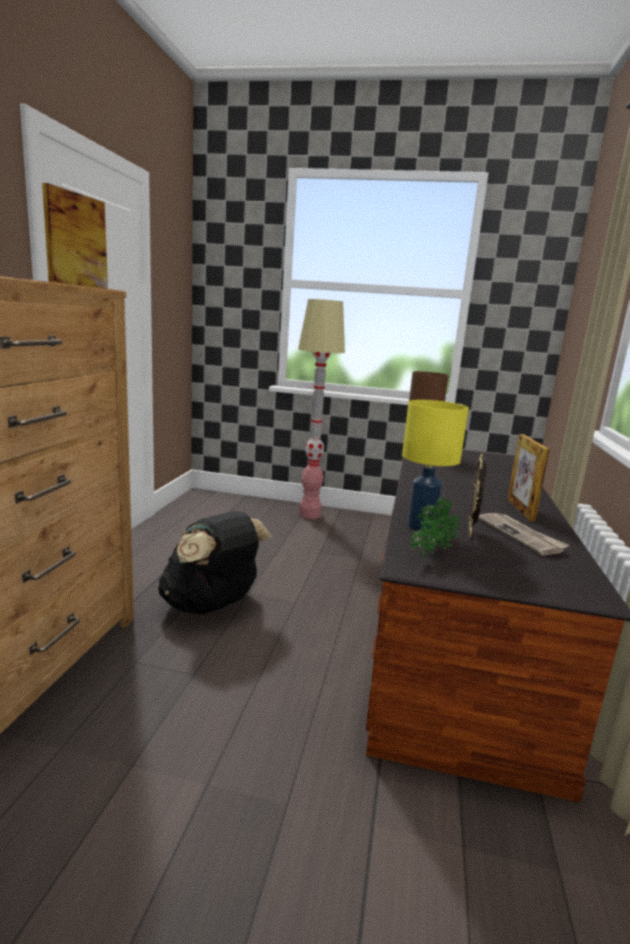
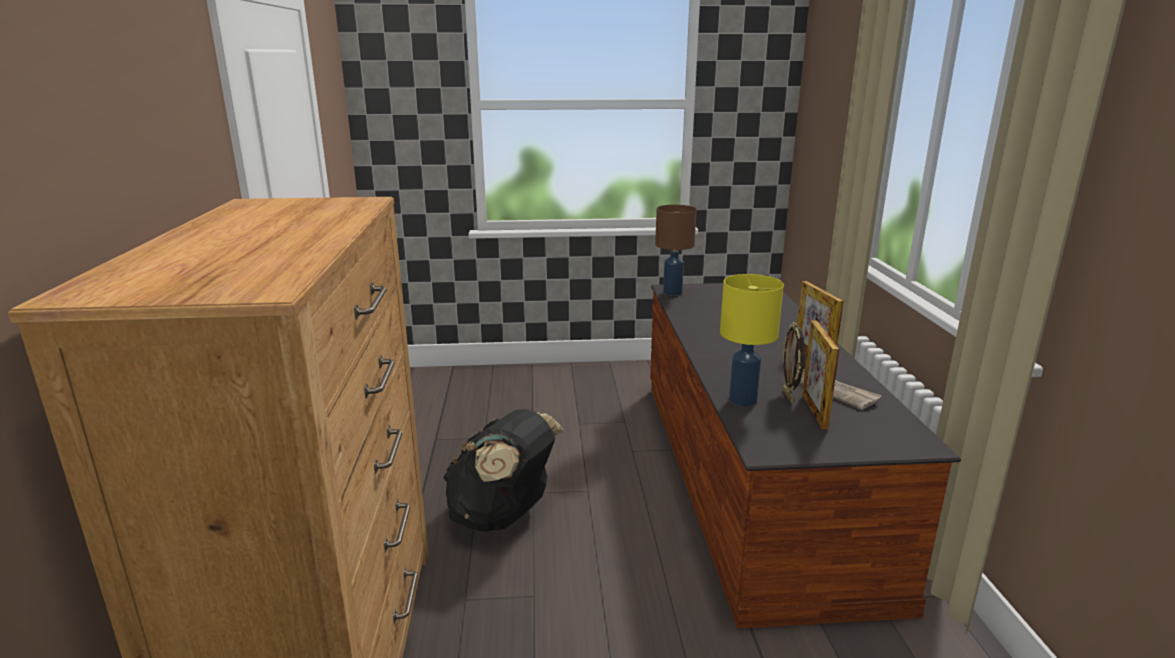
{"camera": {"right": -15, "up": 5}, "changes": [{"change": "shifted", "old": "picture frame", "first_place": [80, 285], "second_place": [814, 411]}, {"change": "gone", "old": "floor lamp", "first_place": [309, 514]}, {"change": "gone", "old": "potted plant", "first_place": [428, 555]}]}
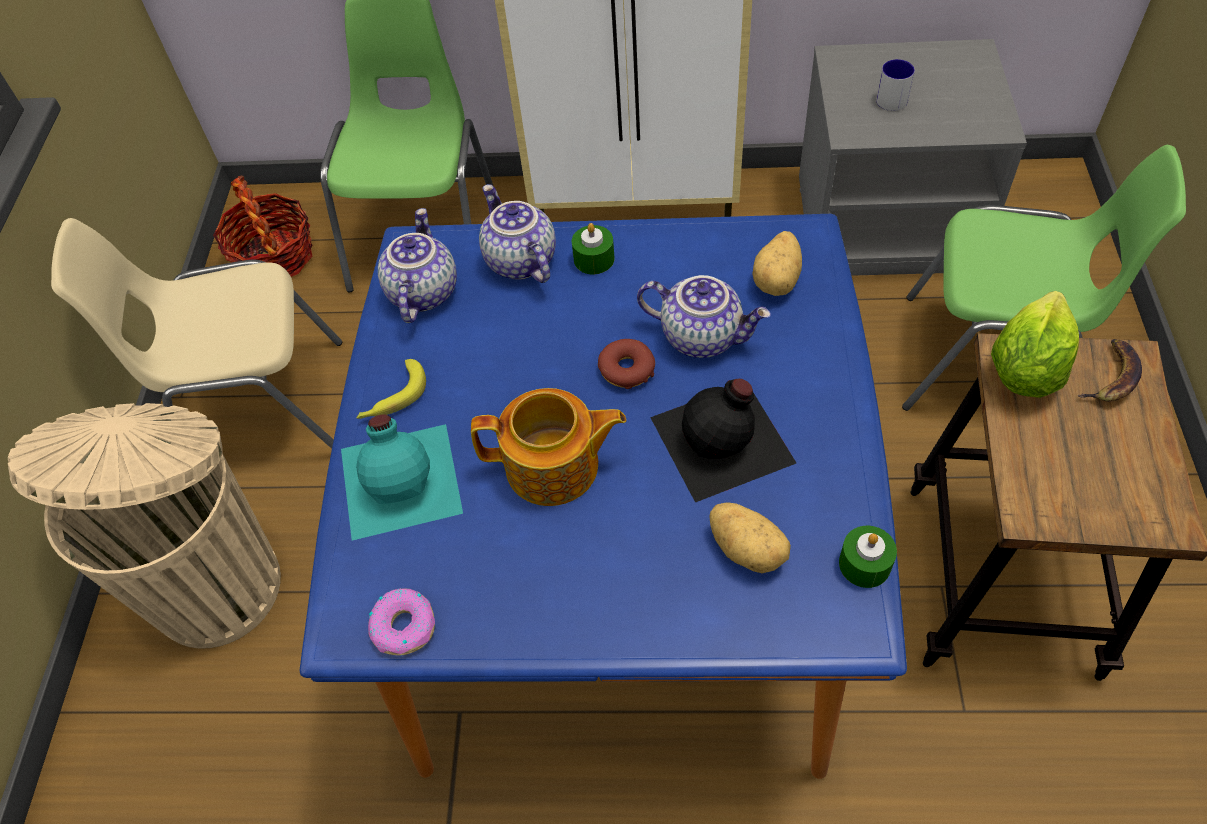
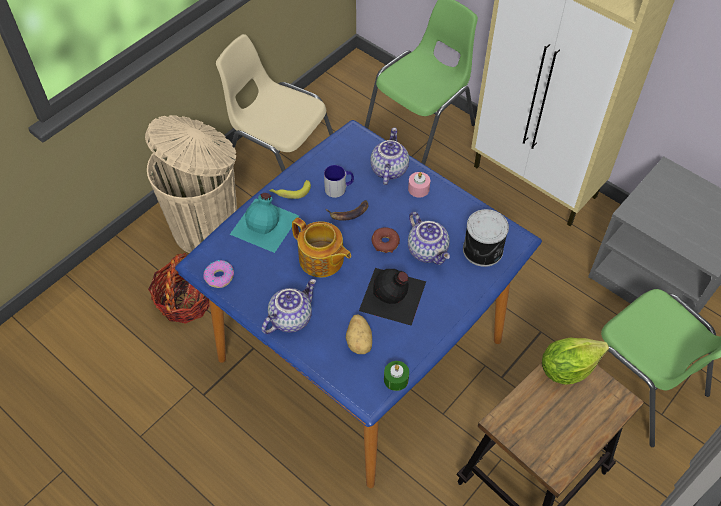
{"camera": {"right": 35, "up": 0}, "changes": [{"change": "shifted", "old": "mug", "first_place": [894, 97], "second_place": [339, 188]}, {"change": "shifted", "old": "basket", "first_place": [274, 256], "second_place": [185, 300]}, {"change": "shifted", "old": "teapot", "first_place": [421, 292], "second_place": [290, 318]}, {"change": "repainted", "old": "green candle", "new": "pink candle", "first_place": [594, 259], "second_place": [418, 189]}, {"change": "swapped", "old": "potato", "new": "can", "first_place": [778, 280], "second_place": [483, 250]}, {"change": "shifted", "old": "banana", "first_place": [1112, 376], "second_place": [349, 212]}]}
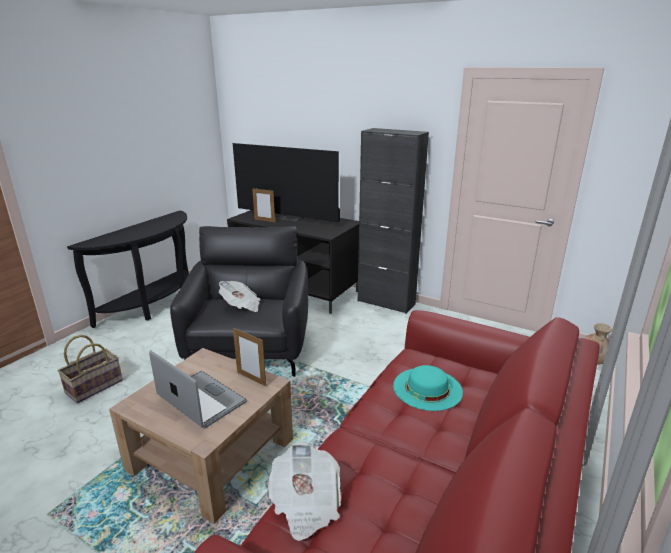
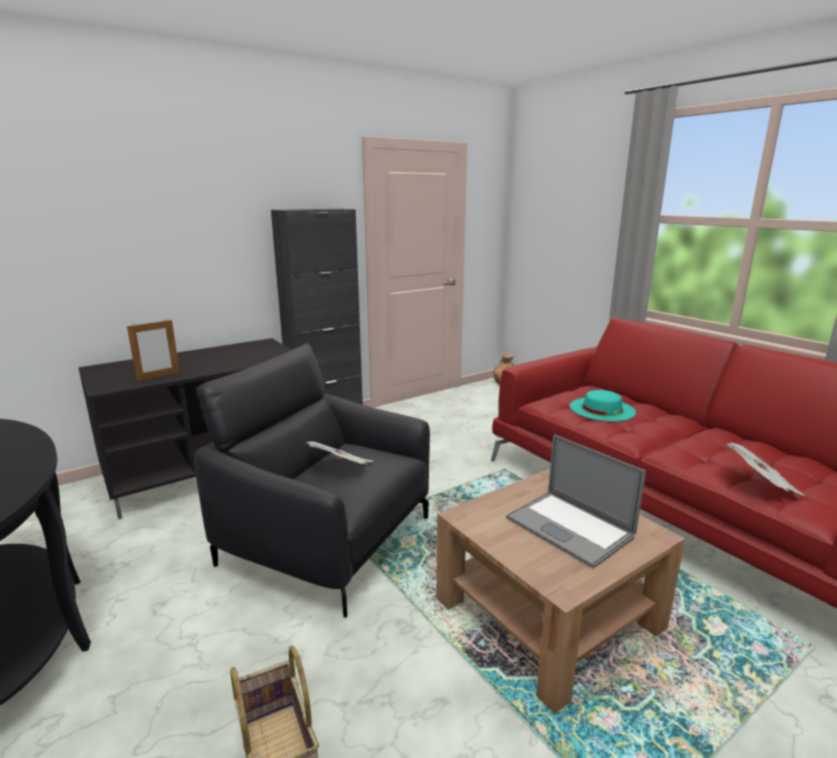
{"camera": {"right": -65, "up": -5}, "changes": [{"change": "gone", "old": "television", "first_place": [290, 218]}, {"change": "gone", "old": "picture frame", "first_place": [251, 379]}, {"change": "rotated", "old": "laptop", "first_place": [201, 399], "second_place": [569, 527], "degrees": -105}]}
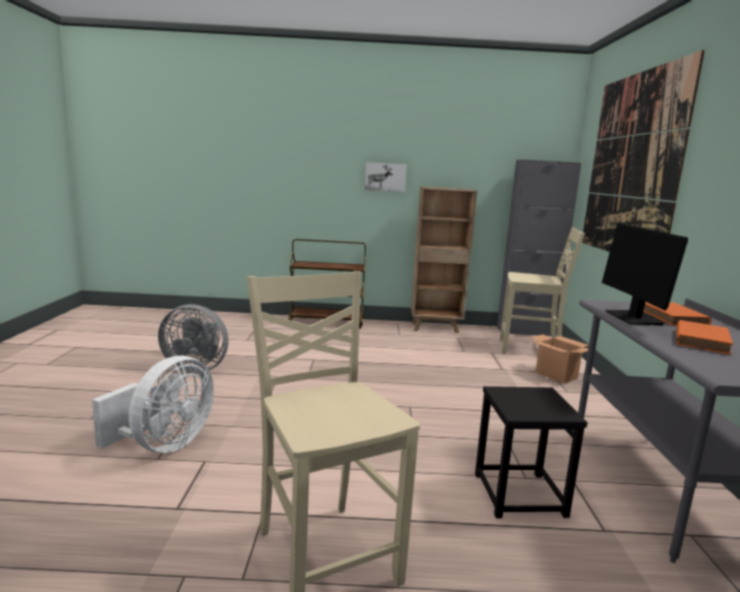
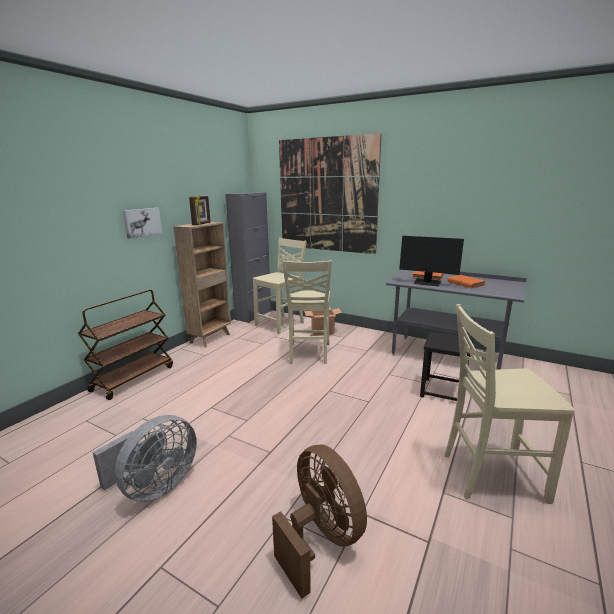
{"camera": {"right": -60, "up": 5}, "changes": [{"change": "repainted", "old": "white fan", "new": "brown fan", "first_place": [164, 445], "second_place": [320, 538]}, {"change": "new", "new": "picture frame", "second_place": [202, 224]}, {"change": "new", "new": "beige chair", "second_place": [308, 354]}]}
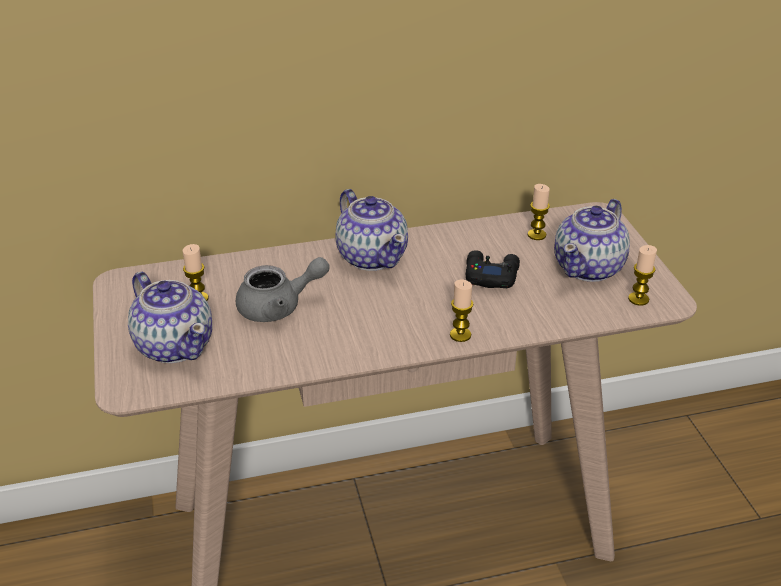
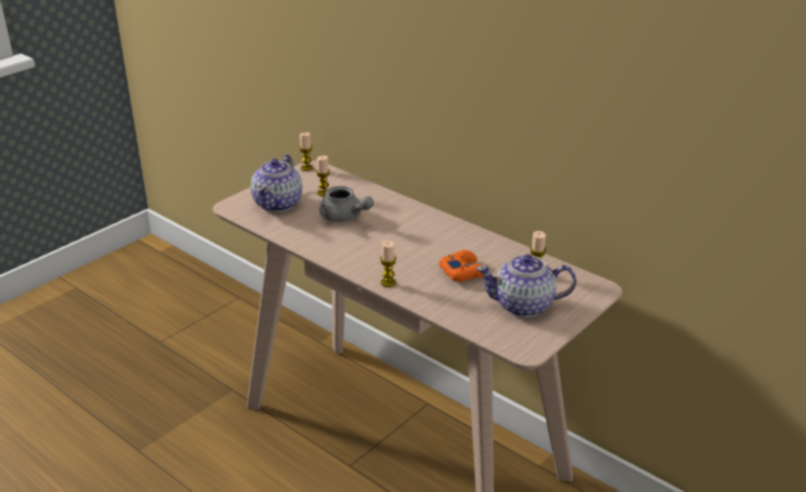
{"camera": {"right": 55, "up": -5}, "changes": [{"change": "gone", "old": "teapot", "first_place": [372, 256]}, {"change": "shifted", "old": "candle", "first_place": [638, 299], "second_place": [307, 168]}, {"change": "repainted", "old": "black game controller", "new": "orange game controller", "first_place": [491, 275], "second_place": [464, 272]}]}
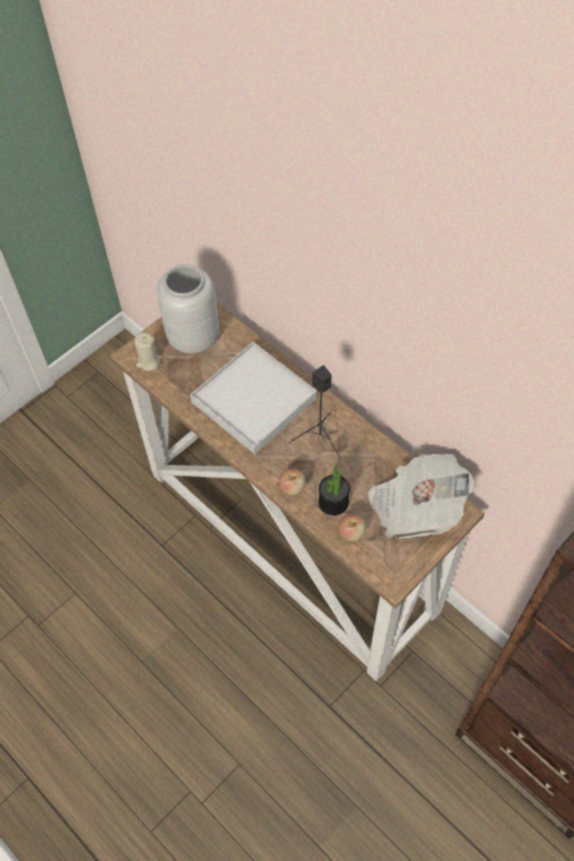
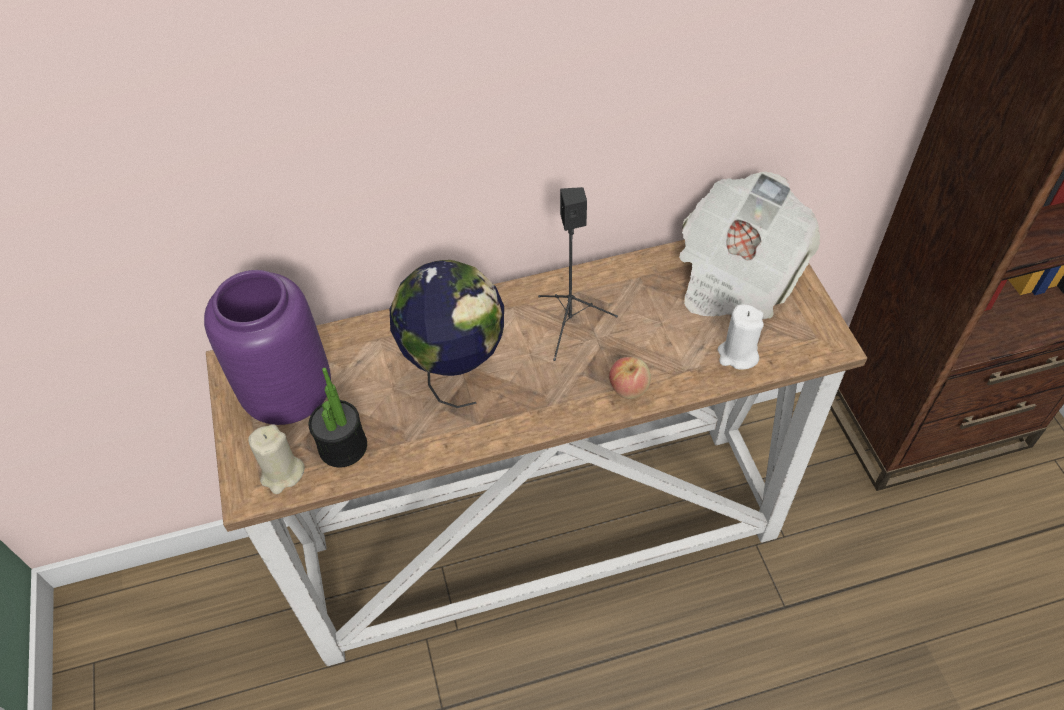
{"camera": {"right": -60, "up": -5}, "changes": [{"change": "repainted", "old": "grey vase", "new": "purple vase", "first_place": [192, 337], "second_place": [287, 397]}, {"change": "swapped", "old": "white tray", "new": "globe", "first_place": [254, 400], "second_place": [455, 369]}, {"change": "shifted", "old": "potted plant", "first_place": [333, 502], "second_place": [343, 446]}, {"change": "swapped", "old": "apple", "new": "white candle", "first_place": [351, 533], "second_place": [737, 355]}]}
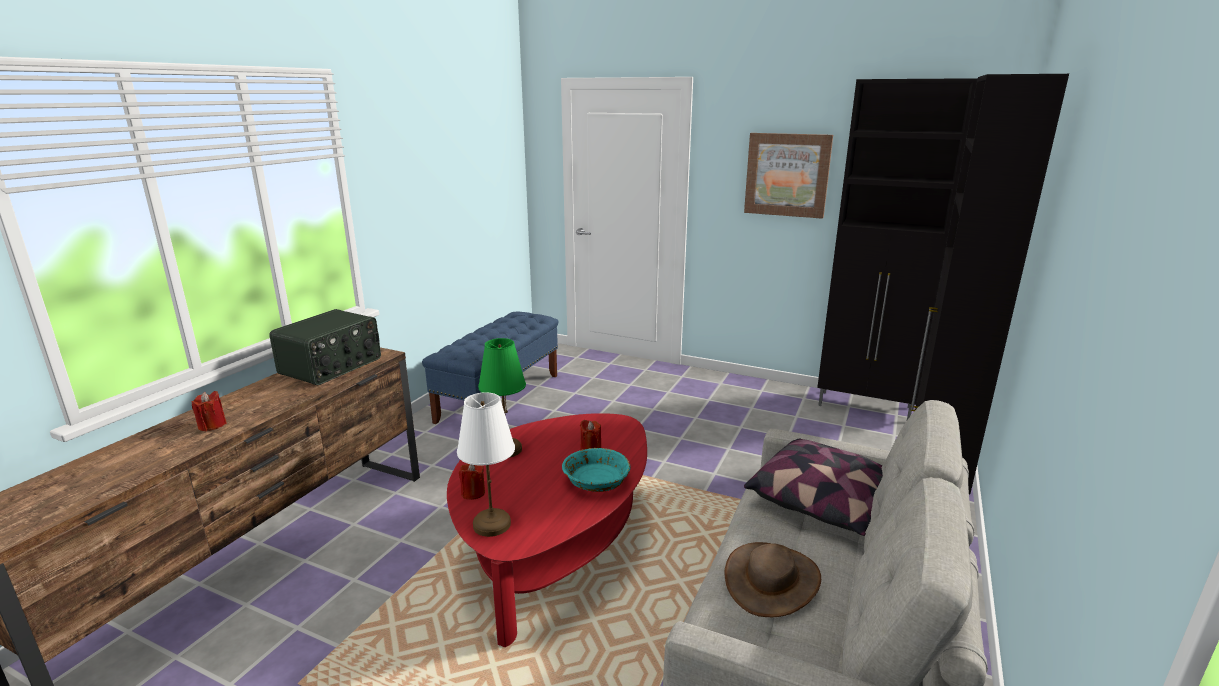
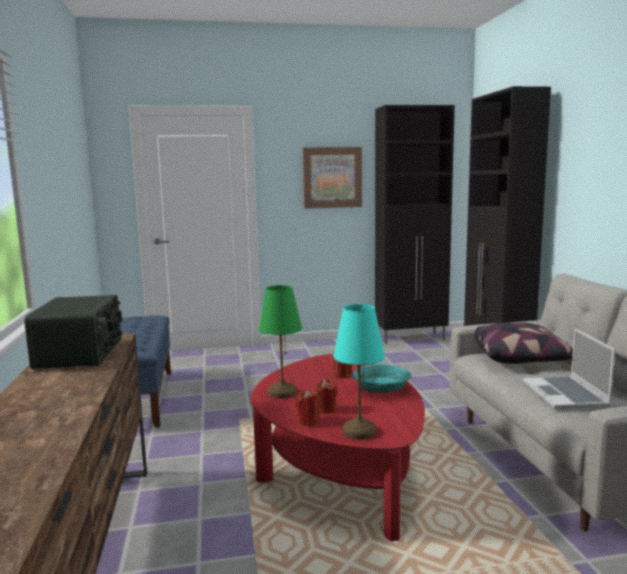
{"camera": {"right": -35, "up": -10}, "changes": [{"change": "shifted", "old": "red candle", "first_place": [212, 425], "second_place": [326, 409]}, {"change": "repainted", "old": "white table lamp", "new": "turquoise table lamp", "first_place": [491, 524], "second_place": [358, 431]}, {"change": "swapped", "old": "brown hat", "new": "laptop", "first_place": [772, 580], "second_place": [566, 395]}]}
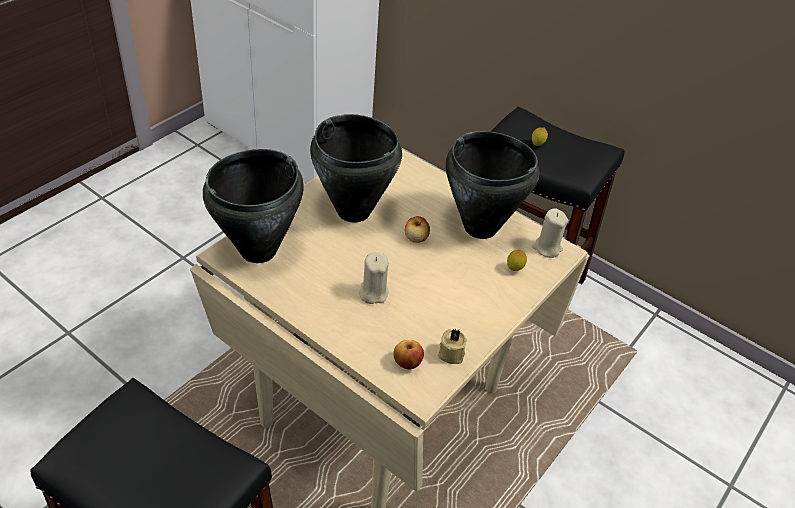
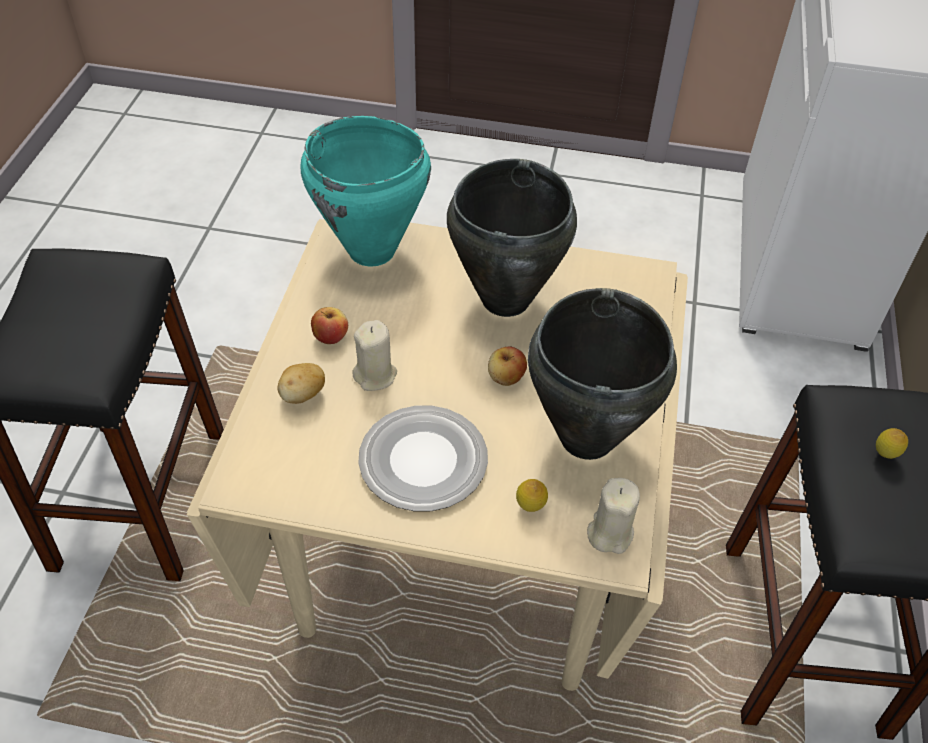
{"camera": {"right": 65, "up": 5}, "changes": [{"change": "repainted", "old": "black cooking pot", "new": "turquoise cooking pot", "first_place": [259, 250], "second_place": [372, 251]}, {"change": "gone", "old": "beige candle", "first_place": [450, 353]}, {"change": "shifted", "old": "apple", "first_place": [407, 362], "second_place": [330, 337]}, {"change": "new", "new": "potato", "second_place": [303, 395]}, {"change": "new", "new": "plate", "second_place": [421, 460]}]}
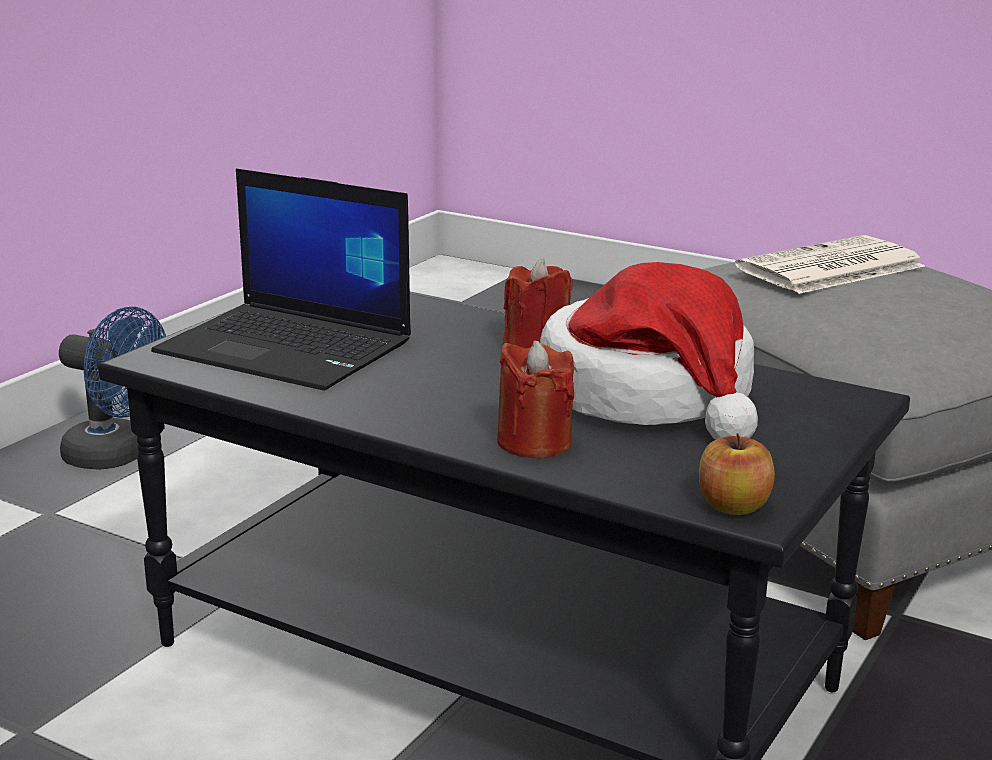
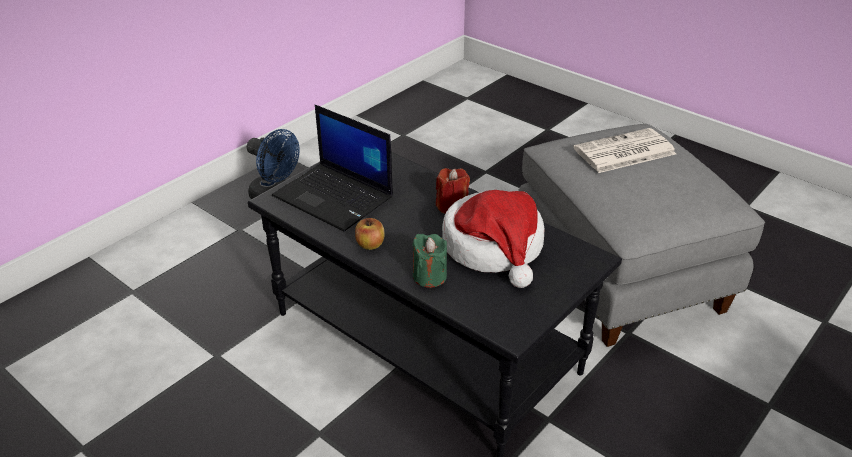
{"camera": {"right": 10, "up": 15}, "changes": [{"change": "repainted", "old": "red candle", "new": "green candle", "first_place": [534, 443], "second_place": [429, 276]}, {"change": "shifted", "old": "apple", "first_place": [733, 506], "second_place": [370, 244]}]}
